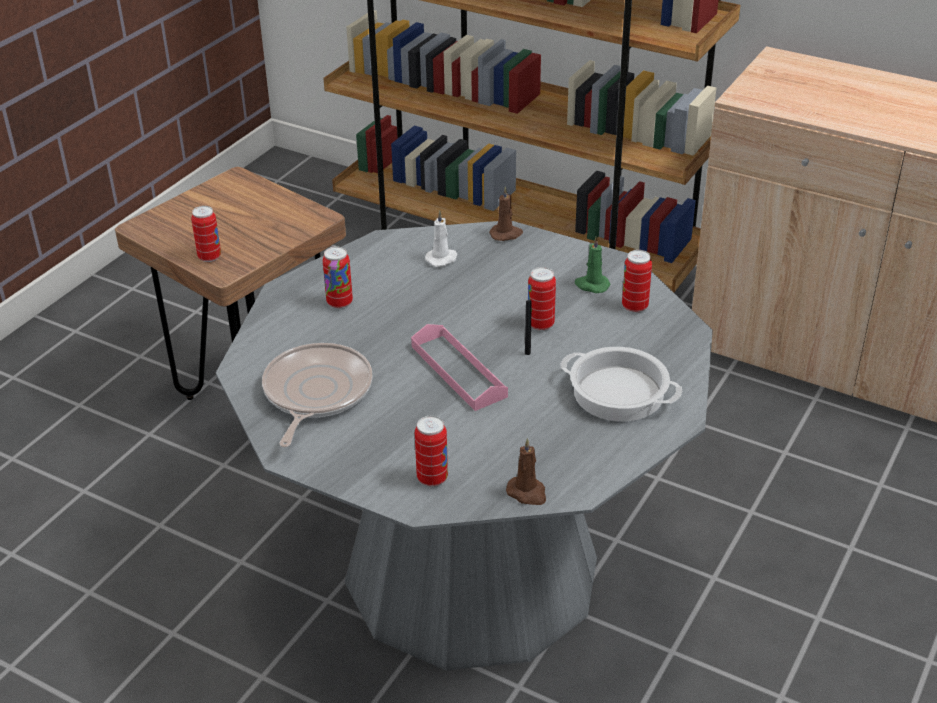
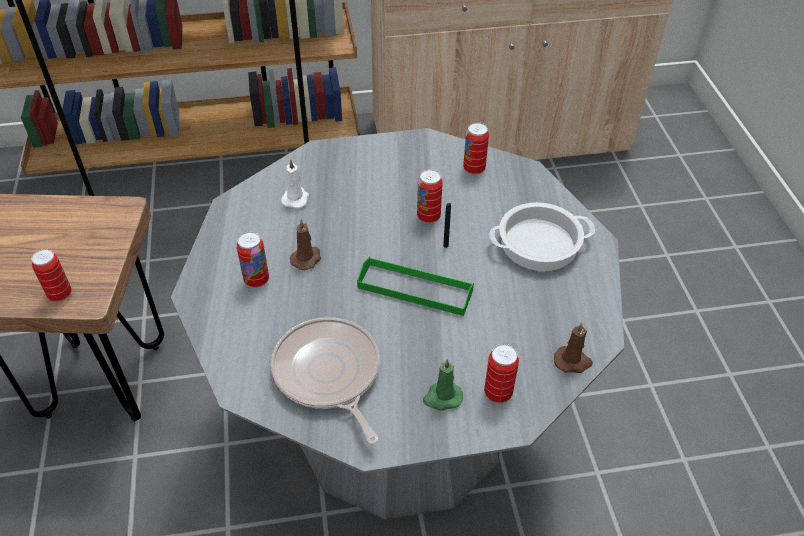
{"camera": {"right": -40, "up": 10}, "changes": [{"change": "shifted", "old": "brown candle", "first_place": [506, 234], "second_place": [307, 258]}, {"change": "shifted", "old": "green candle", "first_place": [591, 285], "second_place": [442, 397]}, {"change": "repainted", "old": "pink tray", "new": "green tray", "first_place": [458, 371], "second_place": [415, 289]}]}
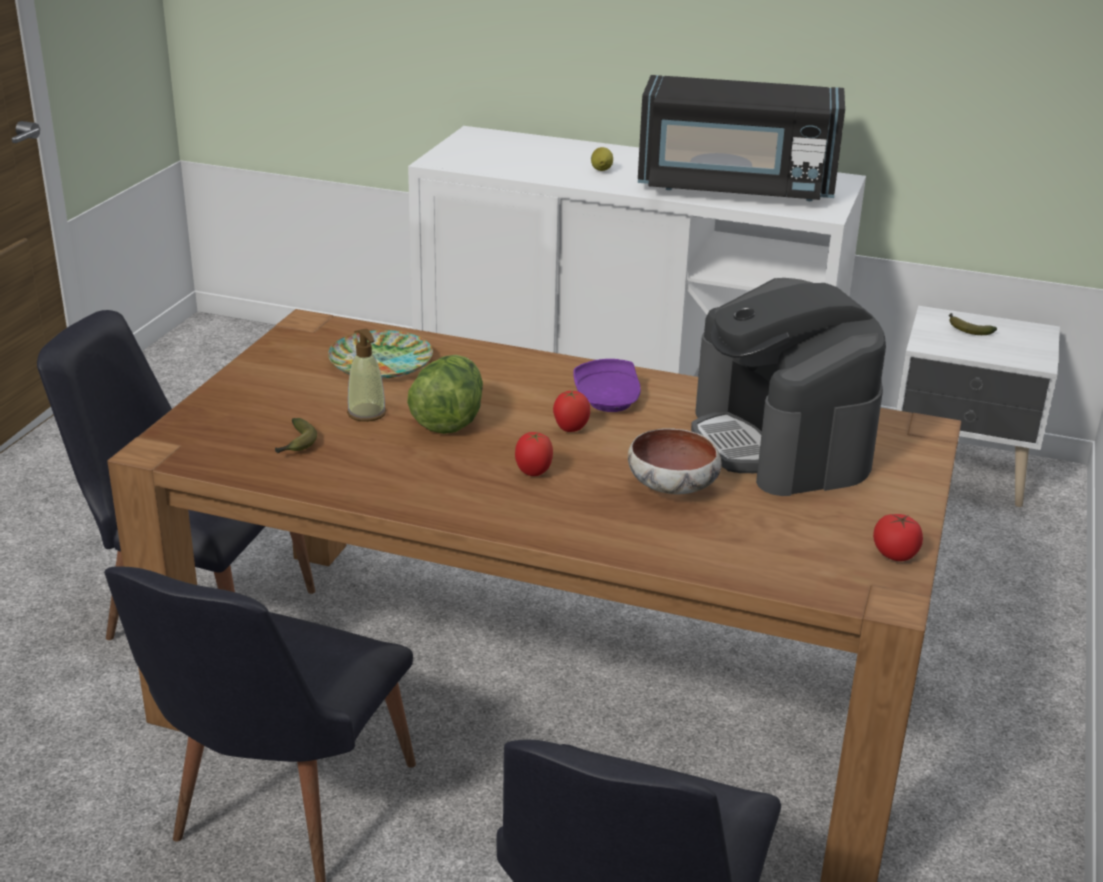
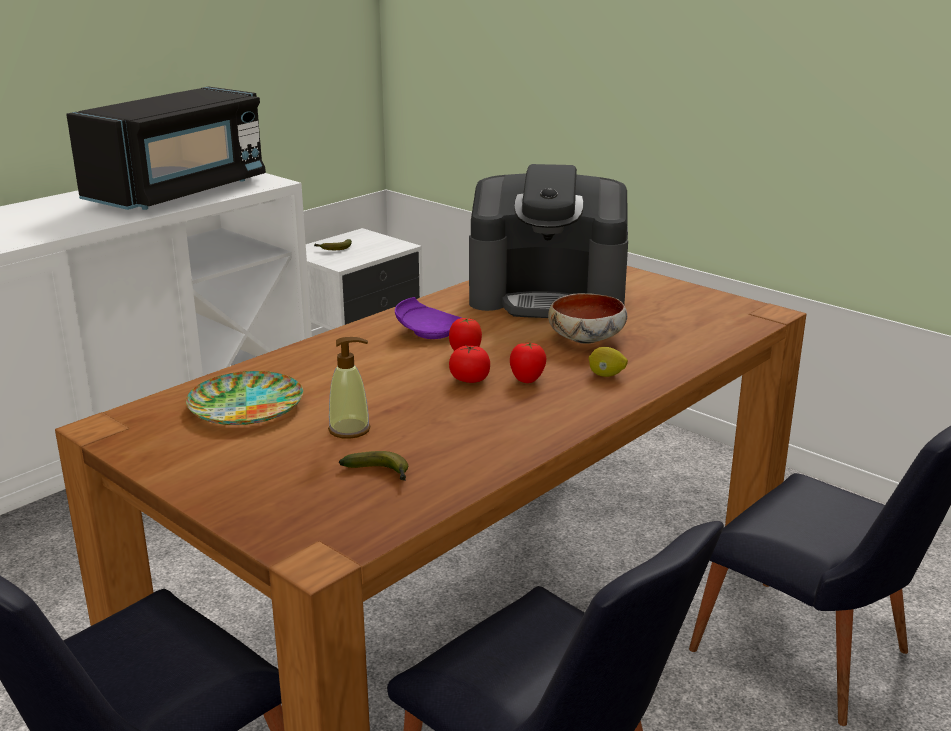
{"camera": {"right": -65, "up": -5}, "changes": [{"change": "shifted", "old": "lemon", "first_place": [601, 170], "second_place": [606, 375]}, {"change": "gone", "old": "lettuce", "first_place": [449, 419]}, {"change": "shifted", "old": "tomato", "first_place": [895, 554], "second_place": [469, 379]}]}
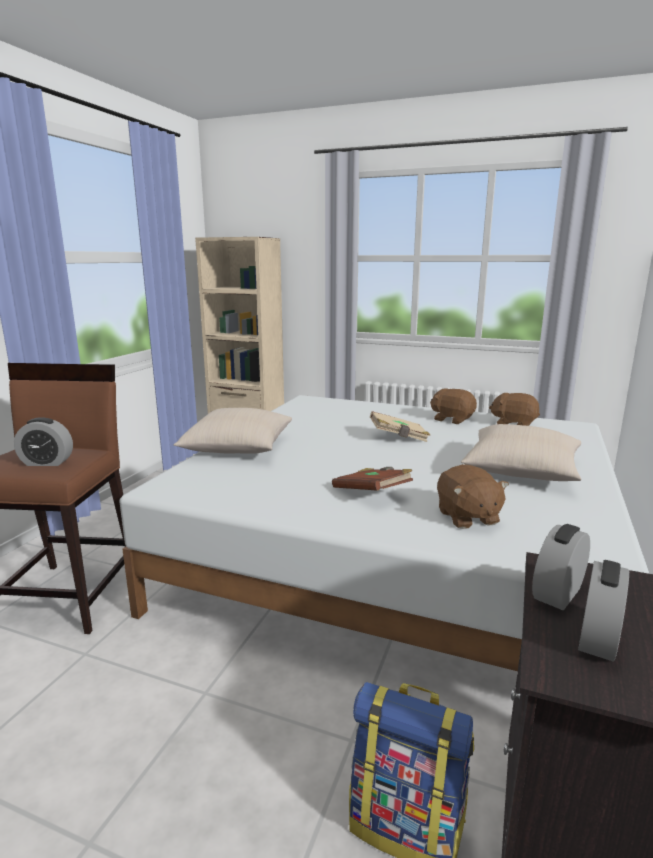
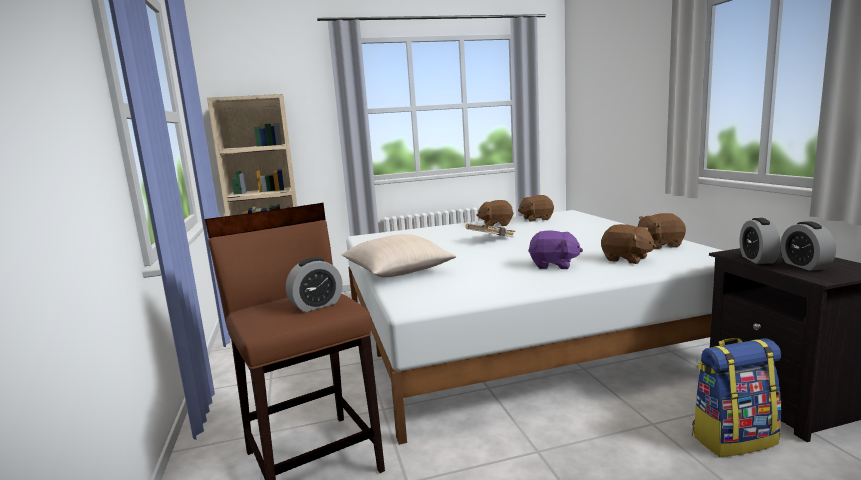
{"camera": {"right": -35, "up": -5}, "changes": [{"change": "gone", "old": "beige pillow", "first_place": [521, 470]}, {"change": "swapped", "old": "brown book", "new": "purple plush toy", "first_place": [372, 493], "second_place": [553, 265]}, {"change": "new", "new": "brown plush toy", "second_place": [659, 245]}]}
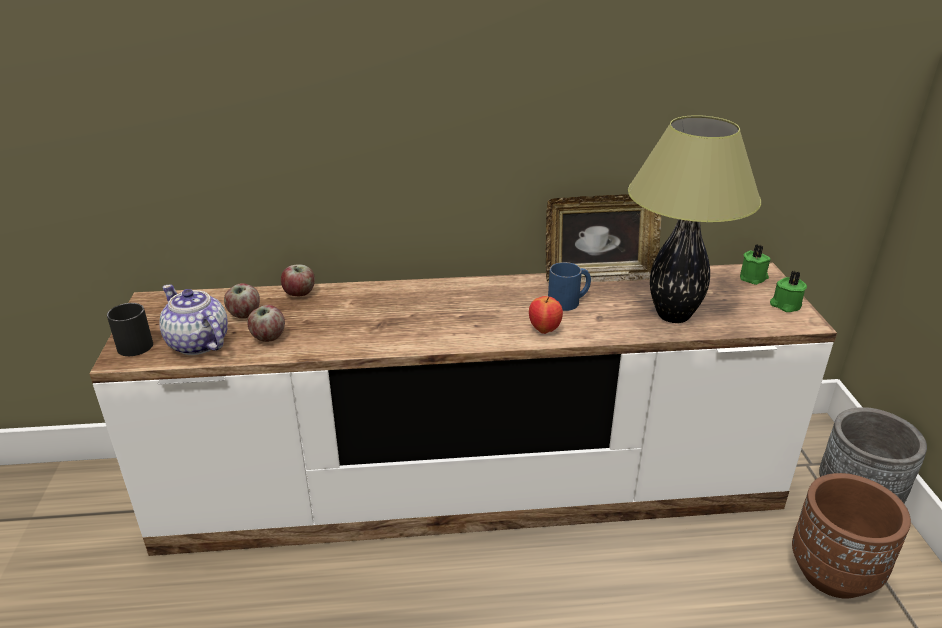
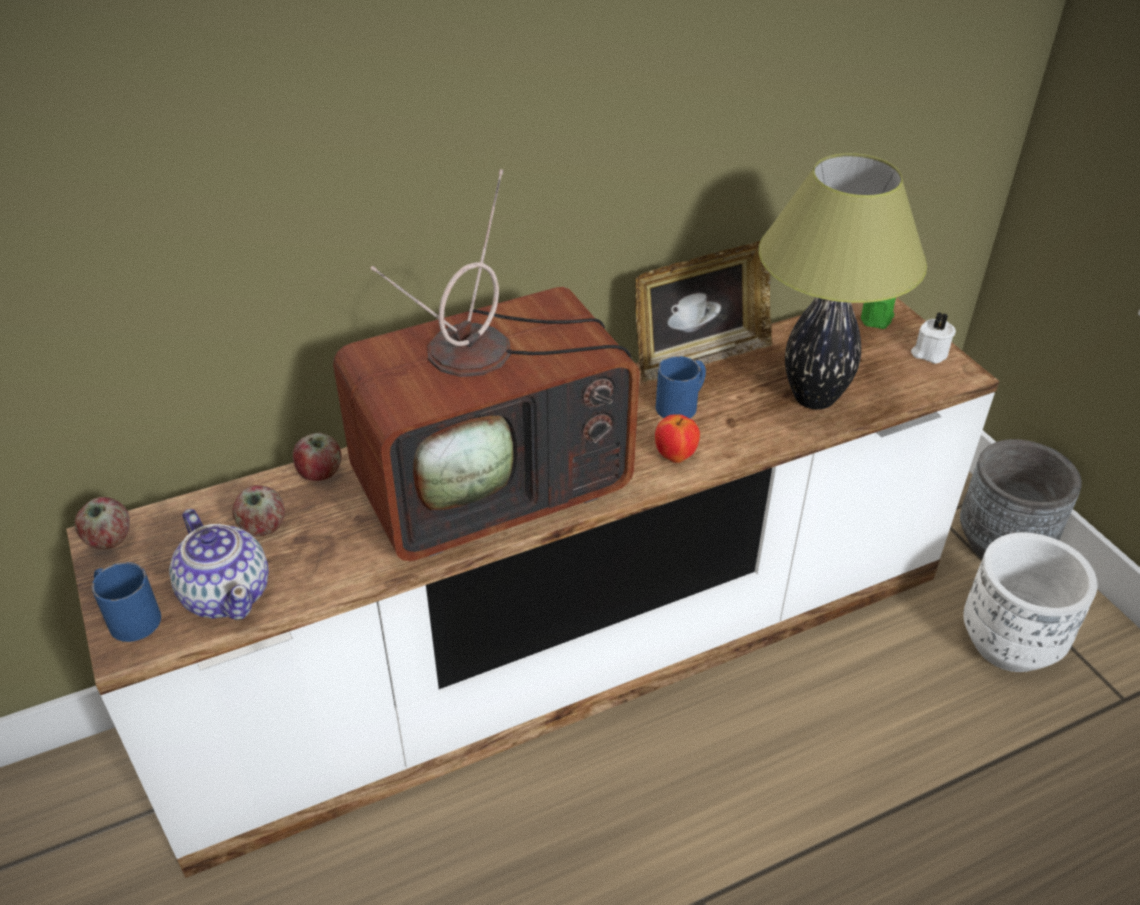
{"camera": {"right": -20, "up": 10}, "changes": [{"change": "repainted", "old": "green candle", "new": "white candle", "first_place": [785, 305], "second_place": [929, 353]}, {"change": "rotated", "old": "teapot", "first_place": [198, 344], "second_place": [227, 593], "degrees": -150}, {"change": "repainted", "old": "black mug", "new": "blue mug", "first_place": [133, 343], "second_place": [128, 616]}, {"change": "shifted", "old": "apple", "first_place": [268, 337], "second_place": [109, 540]}, {"change": "repainted", "old": "brown planter", "new": "white planter", "first_place": [833, 573], "second_place": [1009, 643]}, {"change": "new", "new": "television", "second_place": [497, 483]}]}
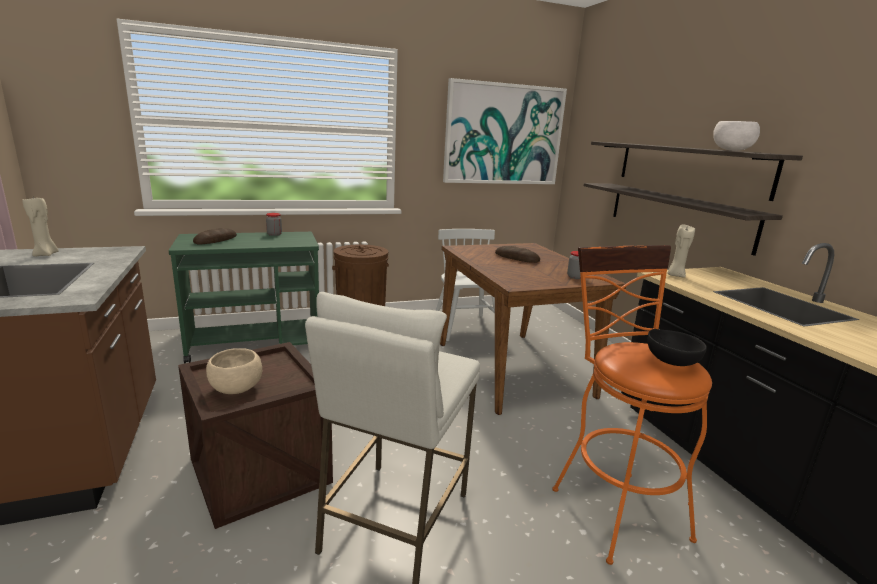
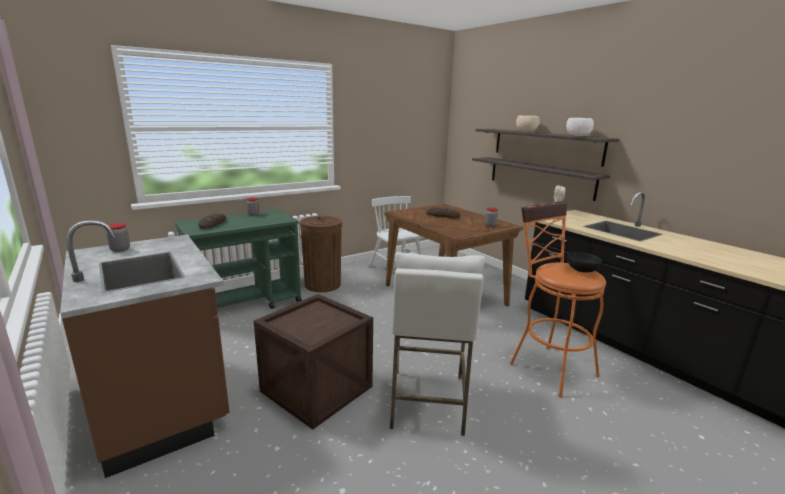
{"camera": {"right": -15, "up": 0}, "changes": [{"change": "gone", "old": "picture", "first_place": [503, 134]}, {"change": "swapped", "old": "beige candle", "new": "jar", "first_place": [46, 254], "second_place": [120, 250]}, {"change": "shifted", "old": "beige bowl", "first_place": [236, 389], "second_place": [526, 131]}]}
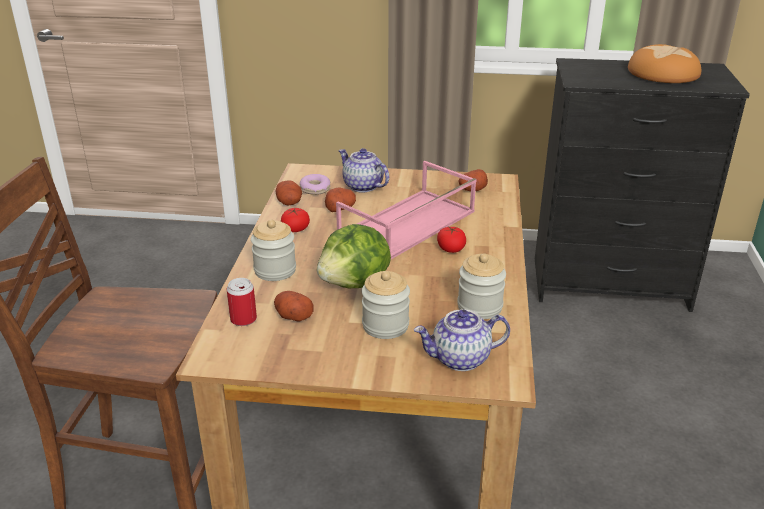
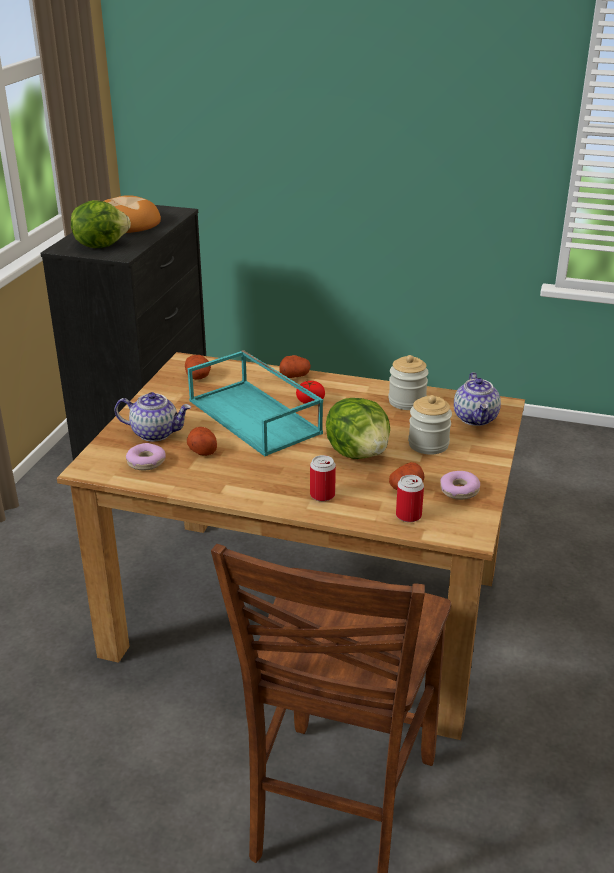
{"camera": {"right": -80, "up": 0}, "changes": [{"change": "rotated", "old": "teapot", "first_place": [362, 186], "second_place": [155, 433], "degrees": -135}, {"change": "repainted", "old": "pink tray", "new": "turquoise tray", "first_place": [407, 225], "second_place": [256, 417]}, {"change": "shifted", "old": "potato", "first_place": [289, 202], "second_place": [295, 375]}, {"change": "gone", "old": "tomato", "first_place": [295, 229]}, {"change": "swapped", "old": "jar", "new": "can", "first_place": [275, 270], "second_place": [322, 495]}, {"change": "new", "new": "lettuce", "second_place": [100, 245]}, {"change": "new", "new": "donut", "second_place": [459, 491]}]}
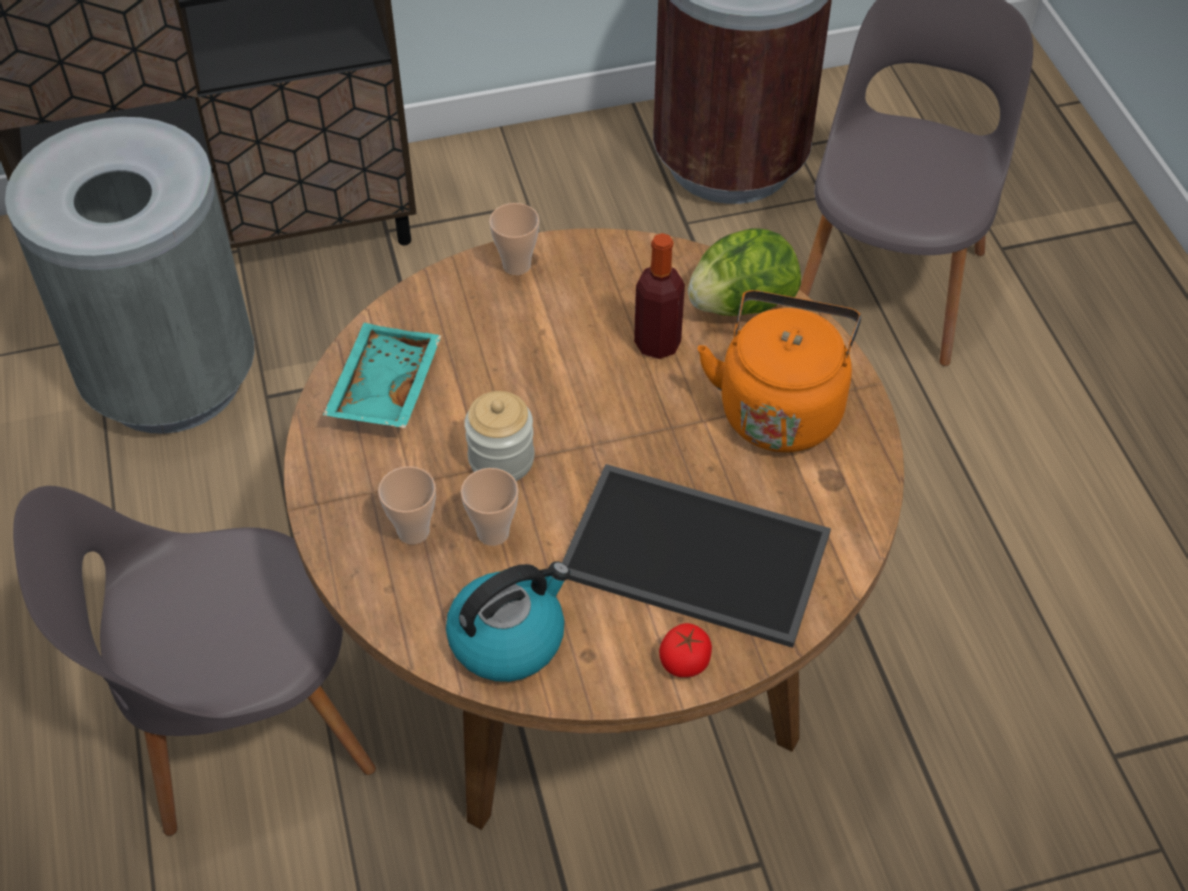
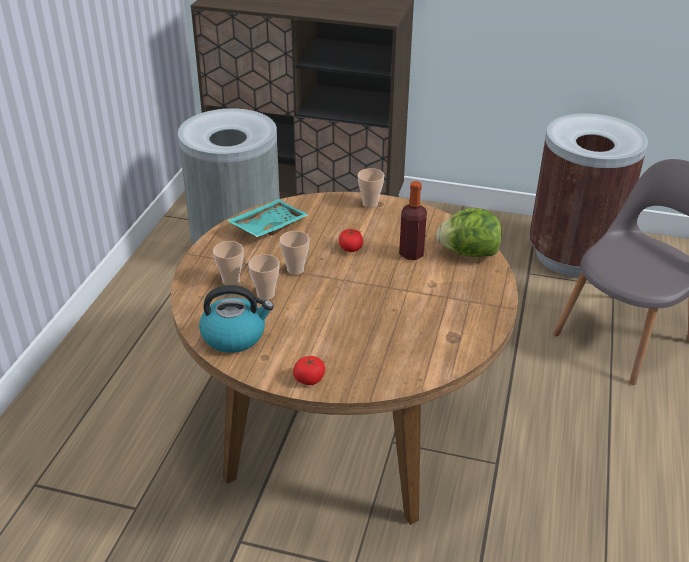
{"camera": {"right": 30, "up": -15}, "changes": [{"change": "gone", "old": "orange kettle", "first_place": [780, 407]}, {"change": "swapped", "old": "jar", "new": "cup", "first_place": [501, 459], "second_place": [295, 270]}, {"change": "gone", "old": "tray", "first_place": [691, 557]}, {"change": "gone", "old": "grey chair", "first_place": [239, 720]}, {"change": "new", "new": "tomato", "second_place": [350, 248]}]}
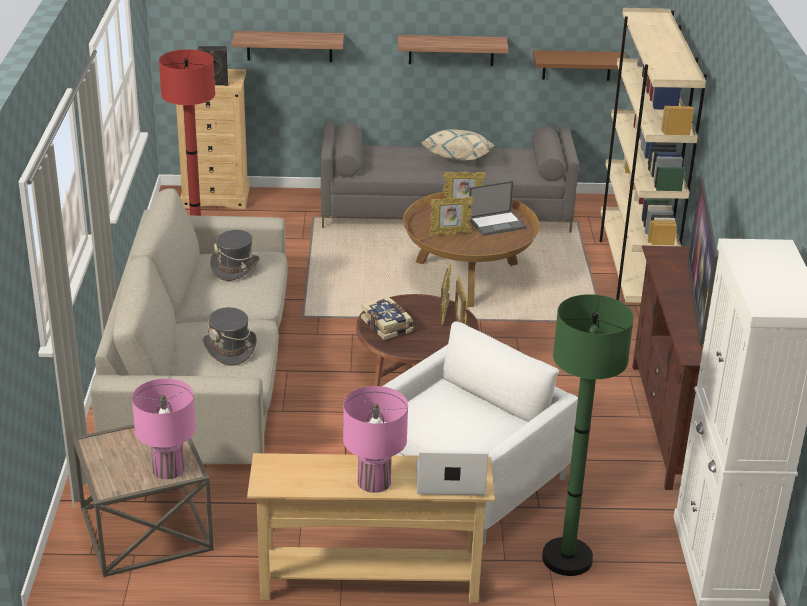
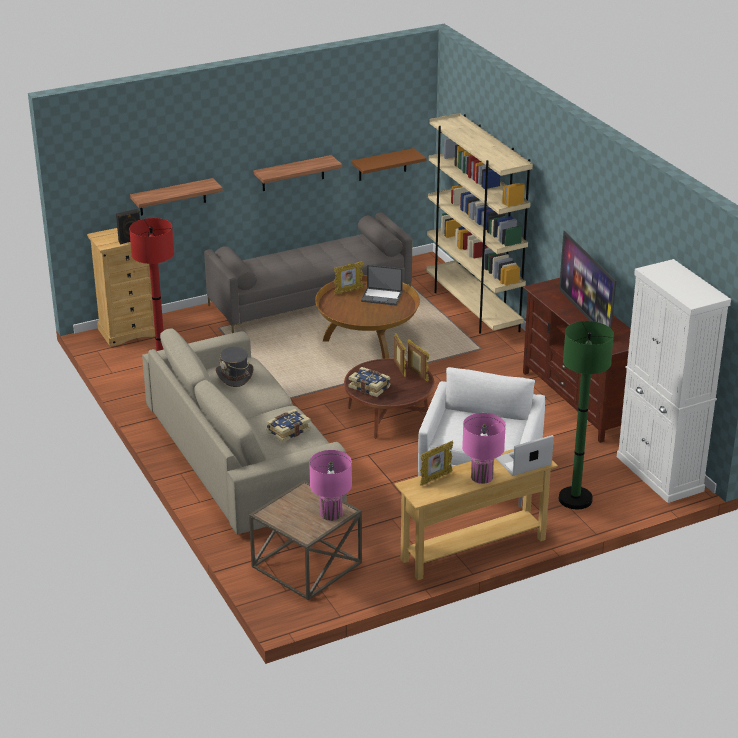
{"camera": {"right": -25, "up": 0}, "changes": [{"change": "gone", "old": "beige pillow", "first_place": [458, 158]}, {"change": "rotated", "old": "laptop", "first_place": [497, 223], "second_place": [382, 296], "degrees": 60}, {"change": "shifted", "old": "picture frame", "first_place": [449, 234], "second_place": [435, 479]}, {"change": "swapped", "old": "grey hat", "new": "book", "first_place": [230, 349], "second_place": [288, 431]}]}
